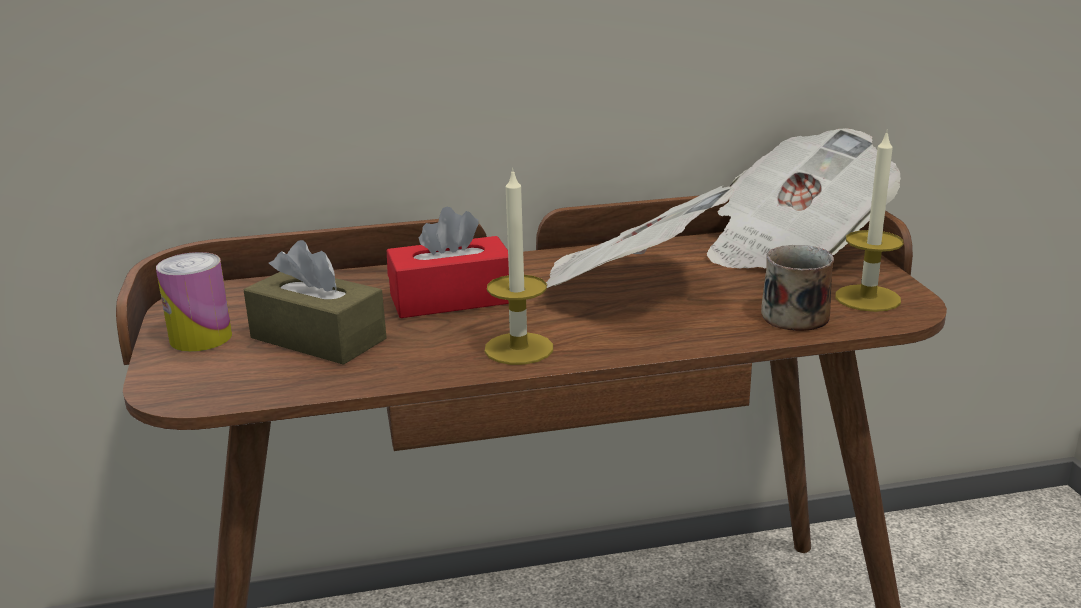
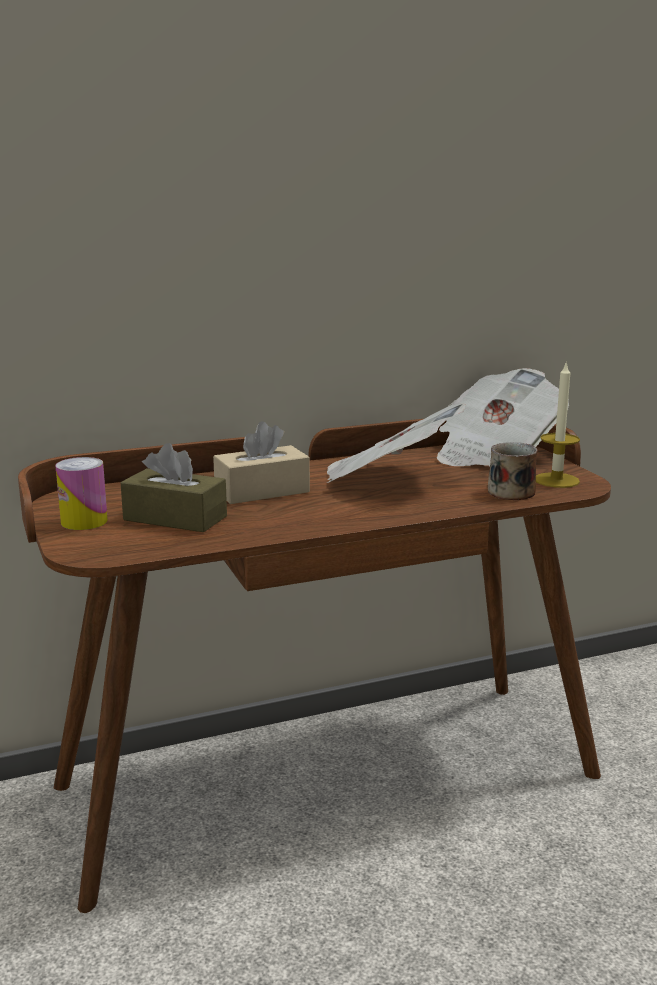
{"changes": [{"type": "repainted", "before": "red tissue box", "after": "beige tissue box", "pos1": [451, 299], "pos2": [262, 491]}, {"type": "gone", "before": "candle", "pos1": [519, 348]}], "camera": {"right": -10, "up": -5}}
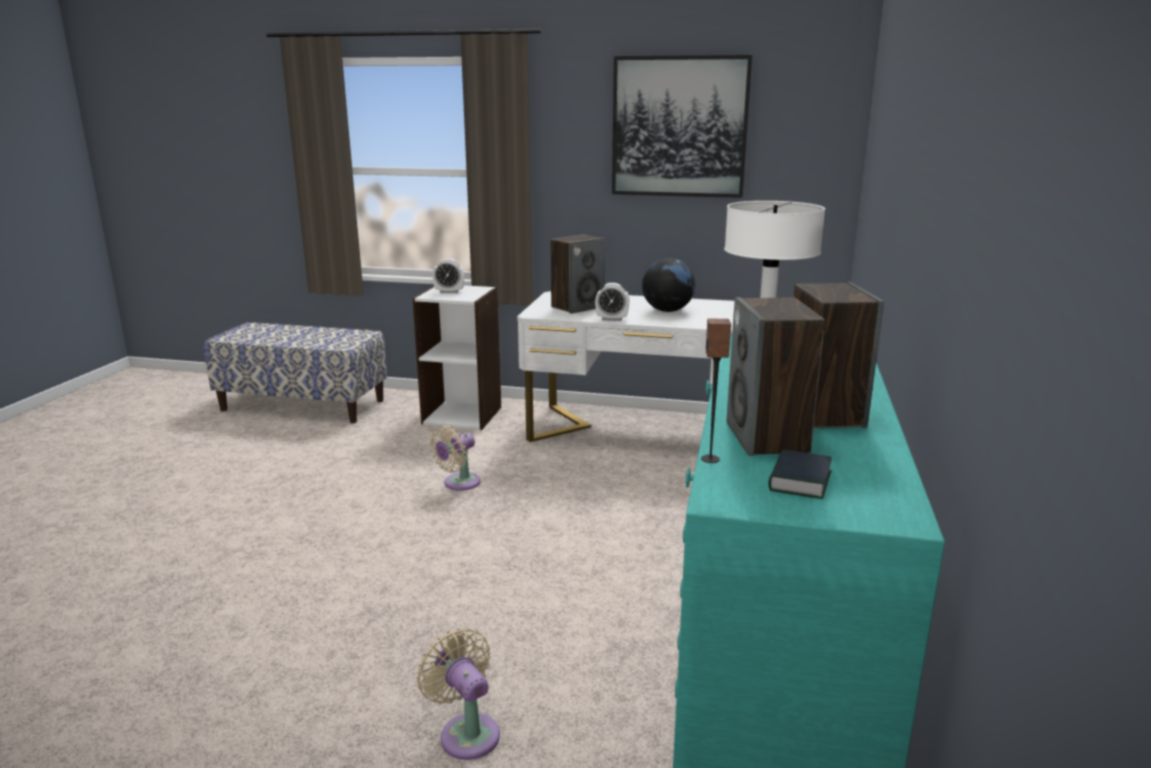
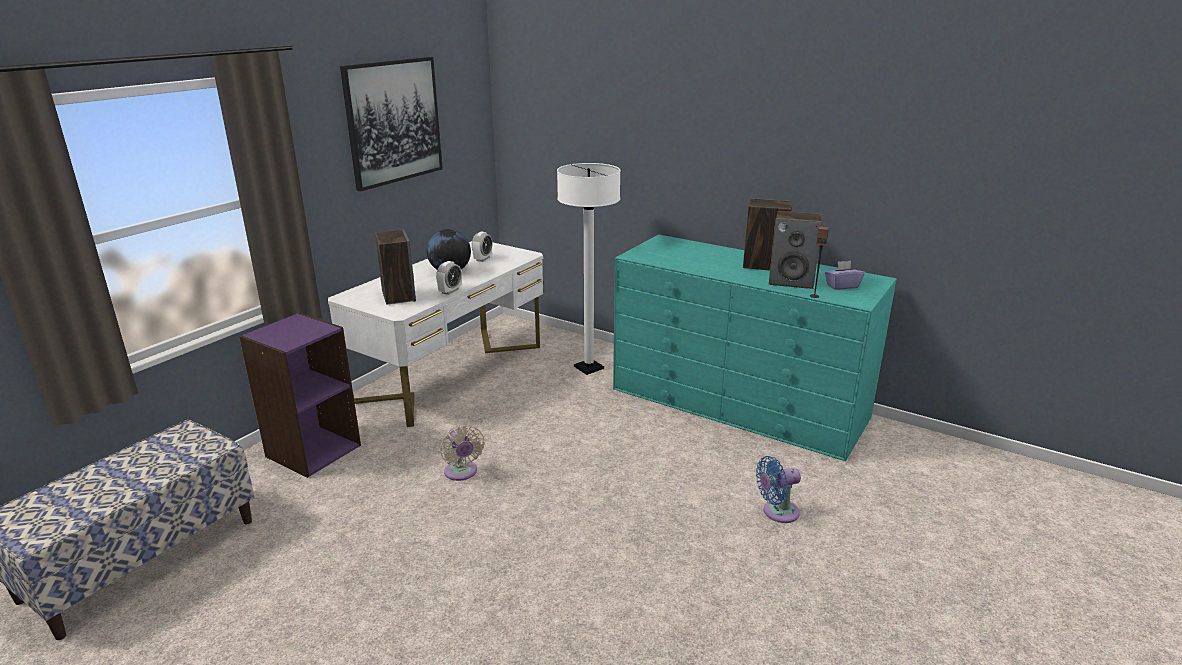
{"changes": [{"type": "repainted", "before": "white bookcase", "after": "purple bookcase", "pos1": [462, 415], "pos2": [313, 450]}, {"type": "repainted", "before": "beige fan", "after": "blue fan", "pos1": [467, 732], "pos2": [777, 512]}, {"type": "shifted", "before": "alarm clock", "pos1": [449, 292], "pos2": [483, 259]}, {"type": "swapped", "before": "book", "after": "purple tissue box", "pos1": [799, 481], "pos2": [842, 286]}], "camera": {"right": -70, "up": 5}}
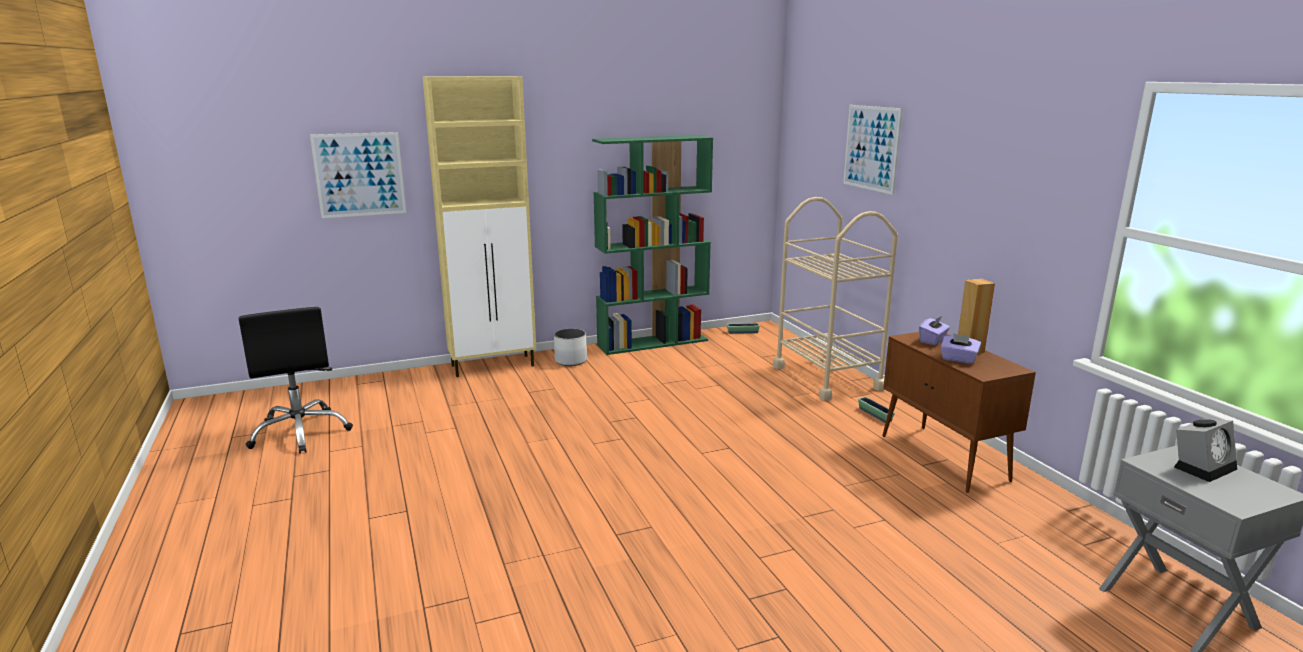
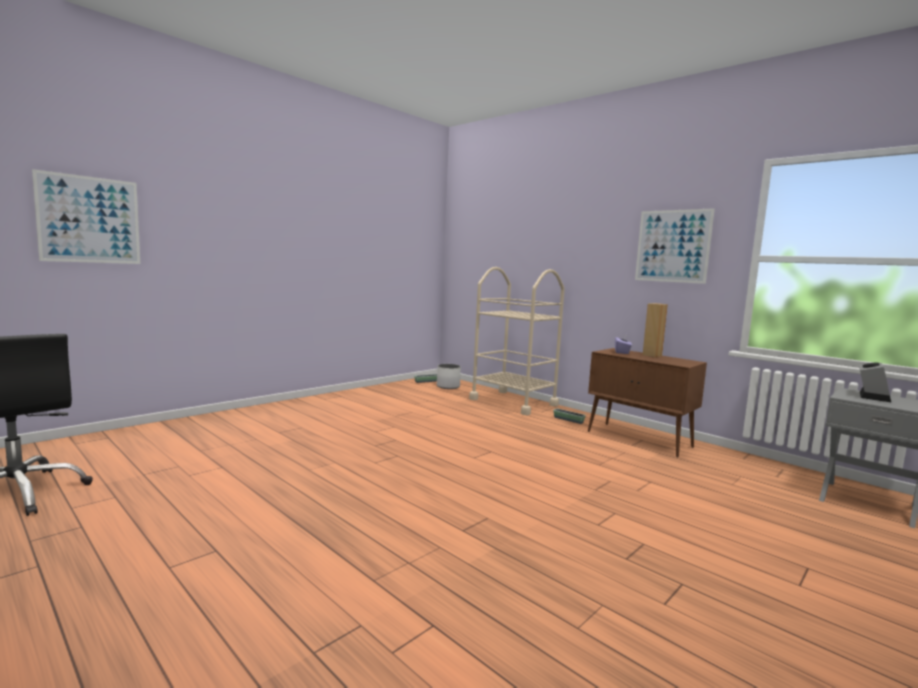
{"changes": [{"type": "gone", "before": "beige cabinet", "pos1": [494, 366]}, {"type": "shifted", "before": "white planter", "pos1": [571, 361], "pos2": [448, 386]}, {"type": "gone", "before": "green bookcase", "pos1": [653, 342]}, {"type": "shifted", "before": "picture", "pos1": [871, 148], "pos2": [672, 246]}, {"type": "gone", "before": "purple tissue box", "pos1": [958, 359]}], "camera": {"right": -25, "up": -10}}
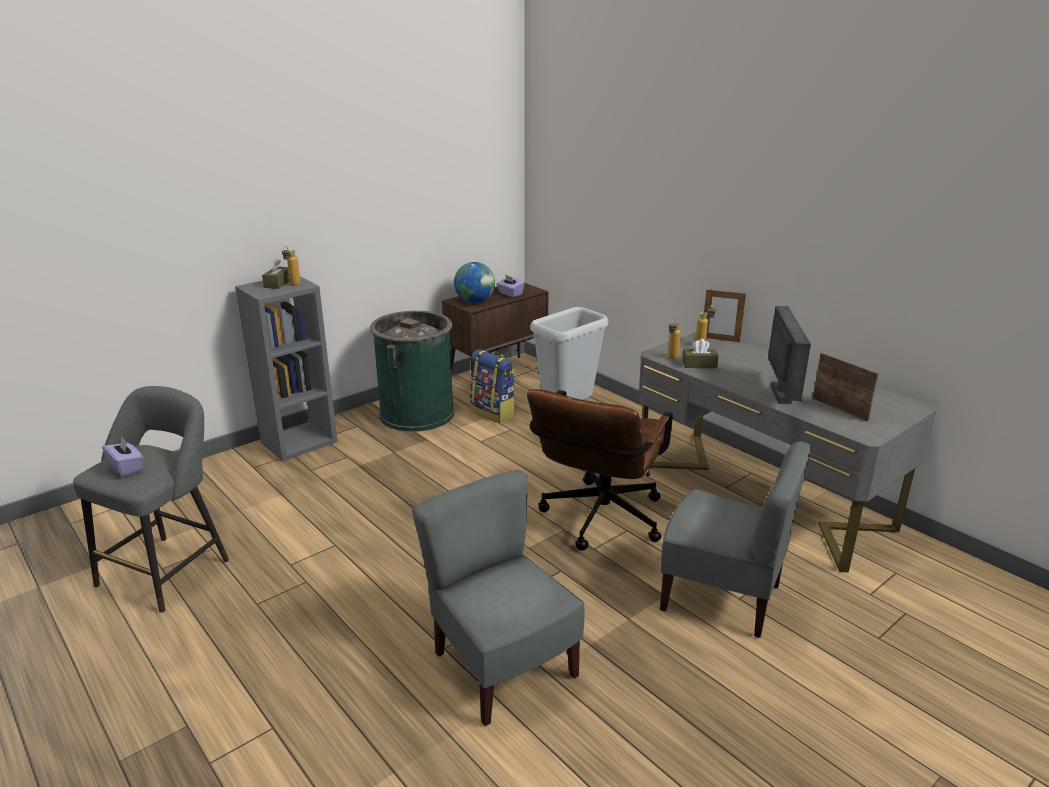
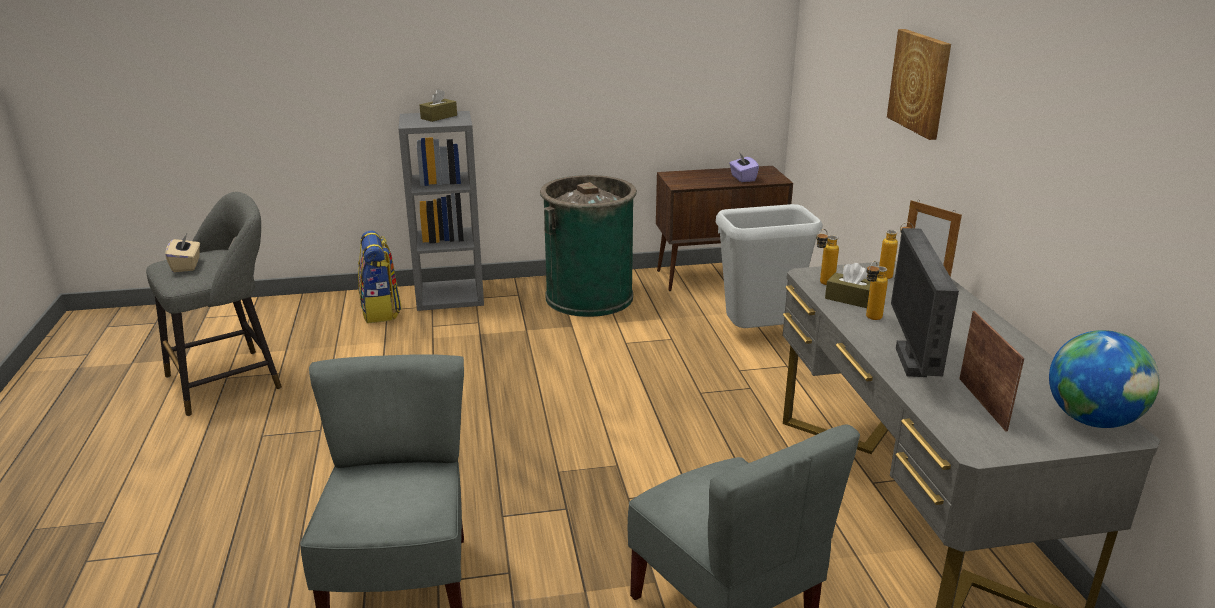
{"changes": [{"type": "repainted", "before": "purple tissue box", "after": "beige tissue box", "pos1": [126, 468], "pos2": [187, 265]}, {"type": "shifted", "before": "bottle", "pos1": [293, 285], "pos2": [870, 319]}, {"type": "shifted", "before": "globe", "pos1": [475, 302], "pos2": [1091, 420]}, {"type": "shifted", "before": "backpack", "pos1": [494, 413], "pos2": [381, 311]}, {"type": "gone", "before": "brown office chair", "pos1": [598, 522]}, {"type": "rotated", "before": "monitor", "pos1": [779, 395], "pos2": [913, 362], "turn": 150}, {"type": "new", "after": "picture", "pos2": [920, 82]}], "camera": {"right": 30, "up": 0}}
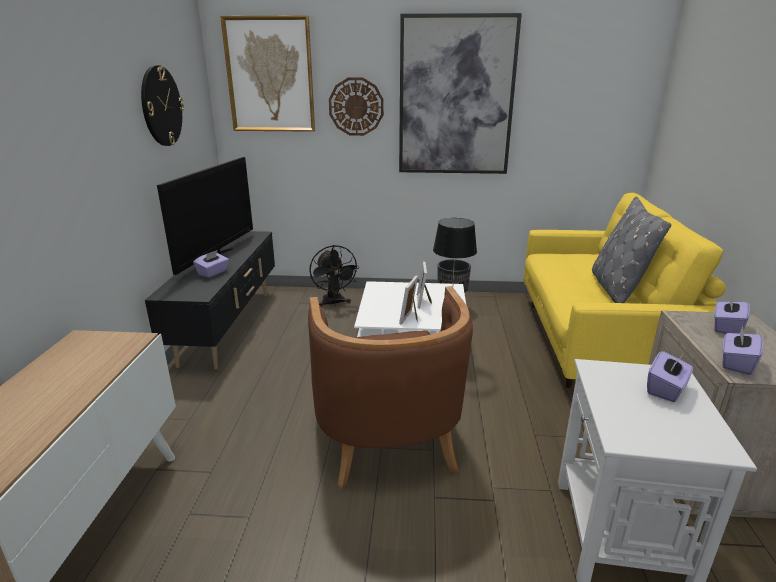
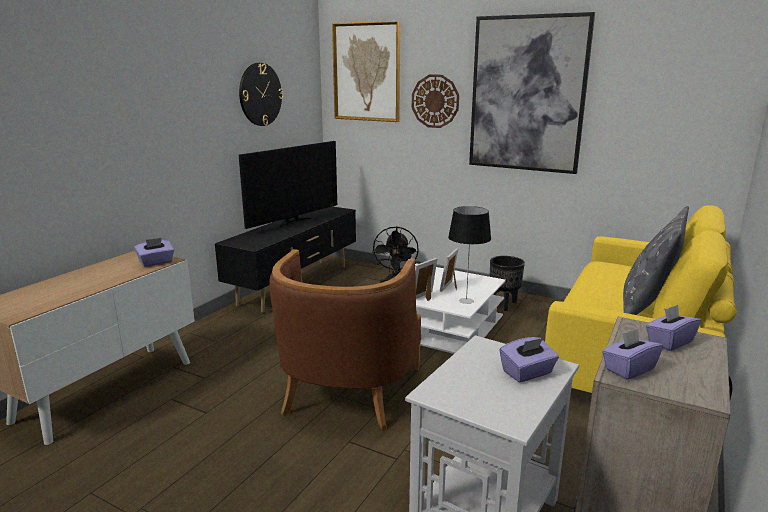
{"changes": [{"type": "shifted", "before": "purple tissue box", "pos1": [213, 273], "pos2": [156, 262]}], "camera": {"right": 25, "up": -5}}
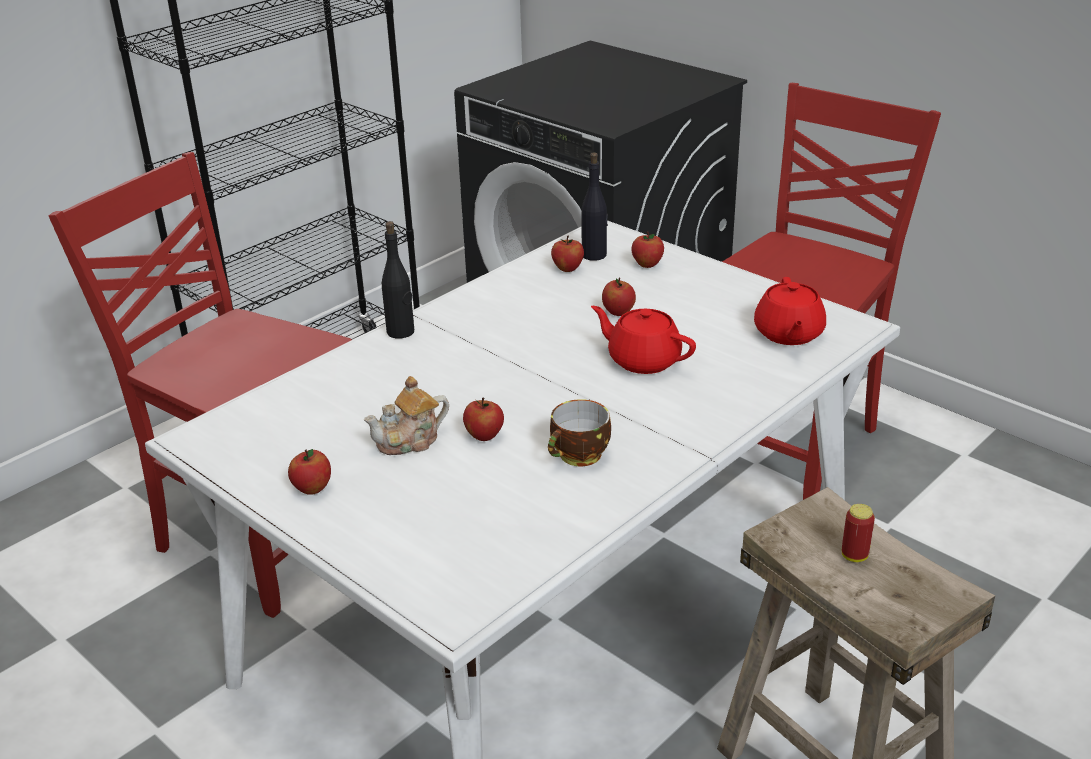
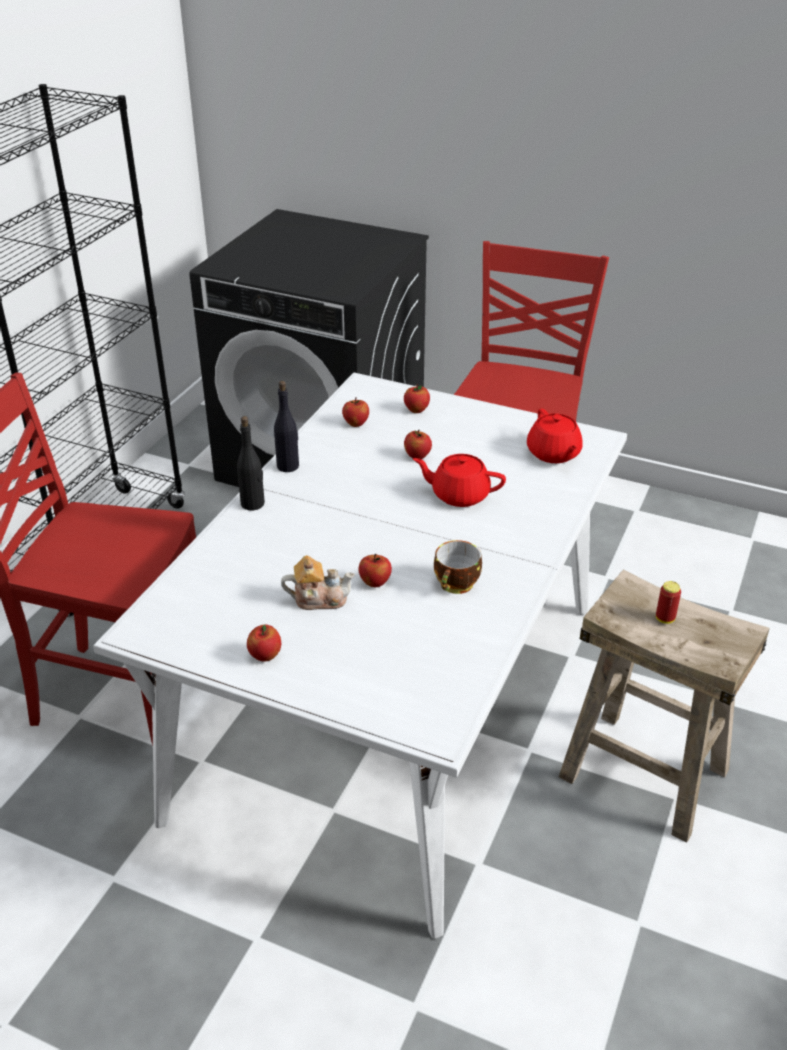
{"changes": [{"type": "rotated", "before": "teapot", "pos1": [410, 441], "pos2": [319, 599], "turn": -135}, {"type": "shifted", "before": "black bottle", "pos1": [594, 255], "pos2": [288, 466]}], "camera": {"right": -20, "up": 5}}
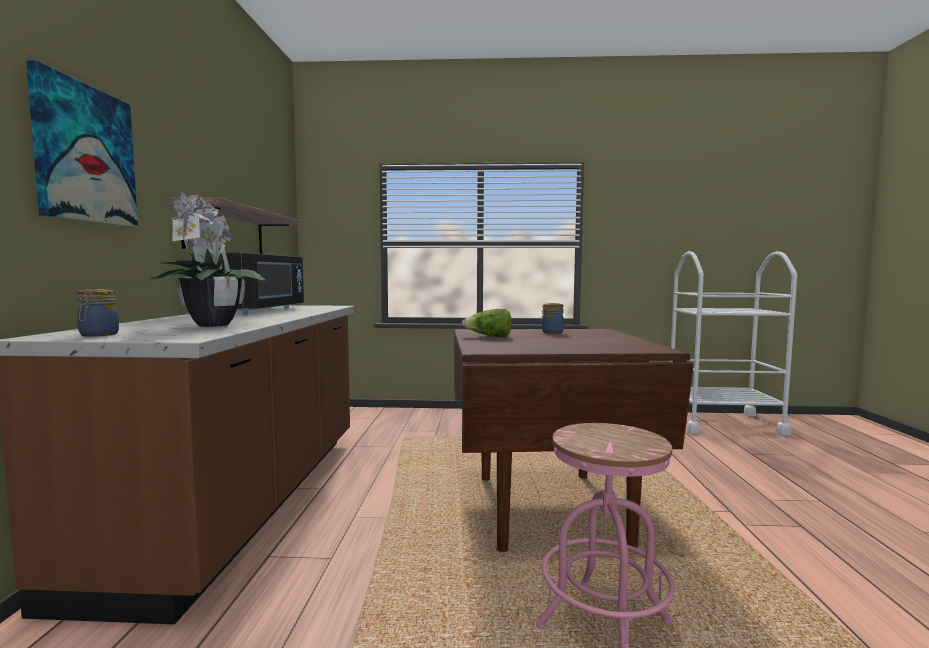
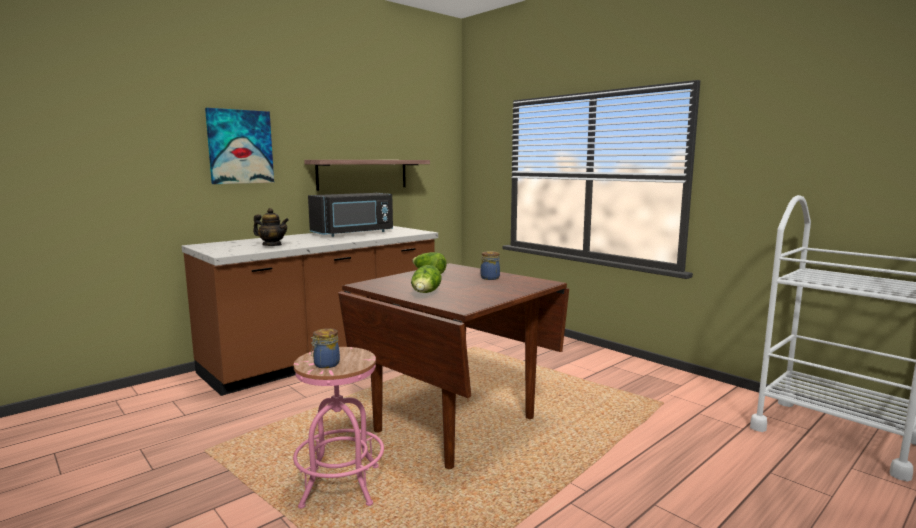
{"changes": [{"type": "shifted", "before": "jar", "pos1": [98, 335], "pos2": [325, 364]}, {"type": "swapped", "before": "potted plant", "after": "teapot", "pos1": [210, 325], "pos2": [272, 245]}, {"type": "new", "after": "lettuce", "pos2": [425, 294]}], "camera": {"right": 45, "up": 5}}
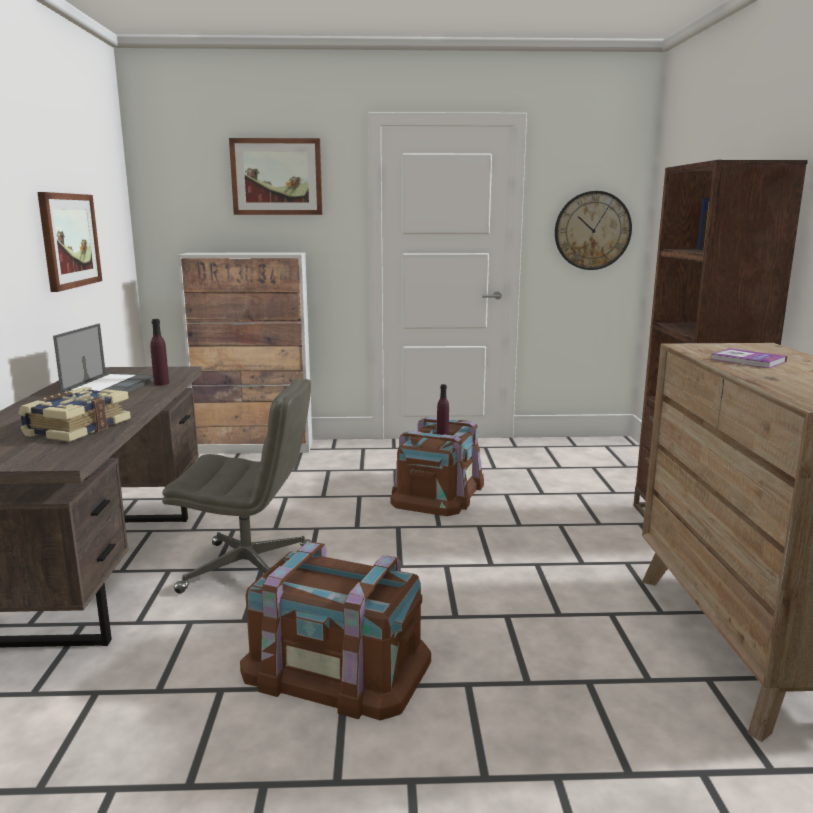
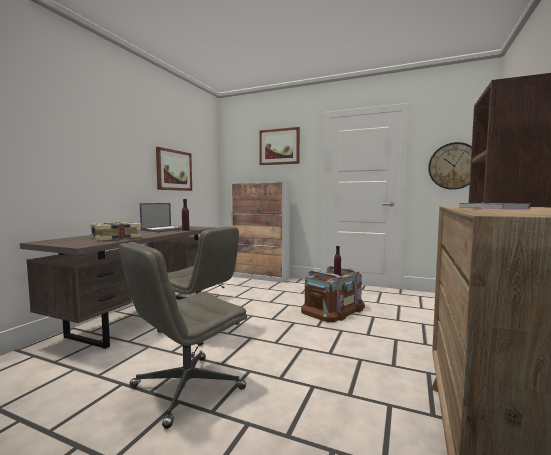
{"changes": [{"type": "swapped", "before": "brown storage box", "after": "grey office chair", "pos1": [336, 667], "pos2": [186, 388]}], "camera": {"right": 25, "up": -10}}
